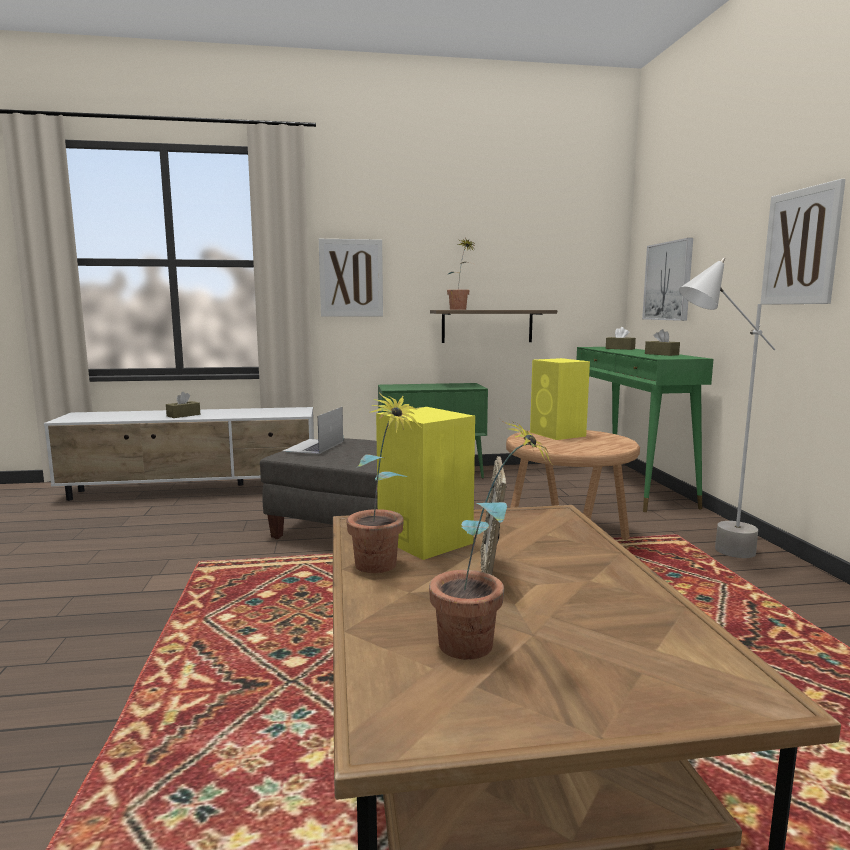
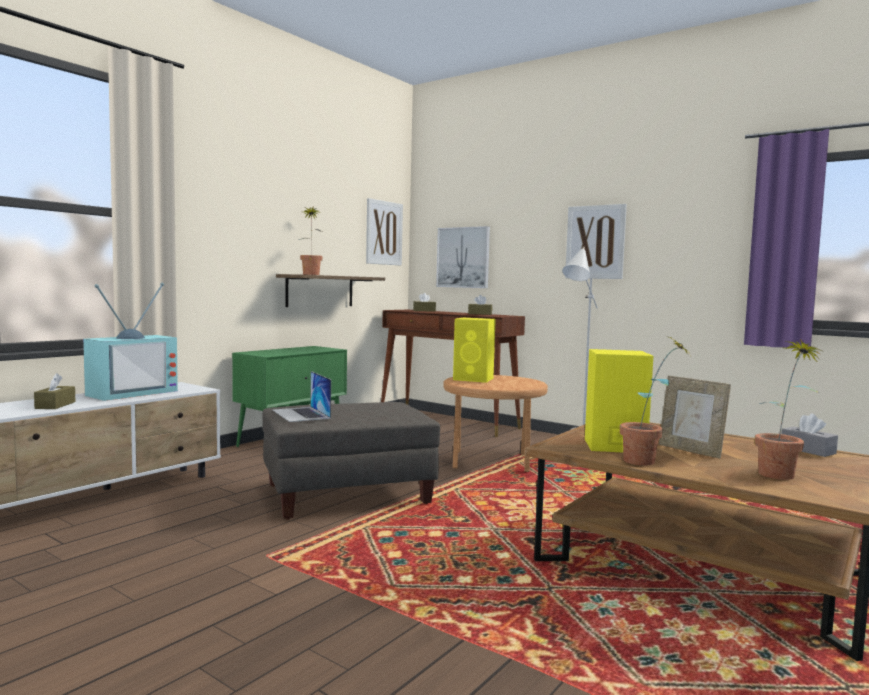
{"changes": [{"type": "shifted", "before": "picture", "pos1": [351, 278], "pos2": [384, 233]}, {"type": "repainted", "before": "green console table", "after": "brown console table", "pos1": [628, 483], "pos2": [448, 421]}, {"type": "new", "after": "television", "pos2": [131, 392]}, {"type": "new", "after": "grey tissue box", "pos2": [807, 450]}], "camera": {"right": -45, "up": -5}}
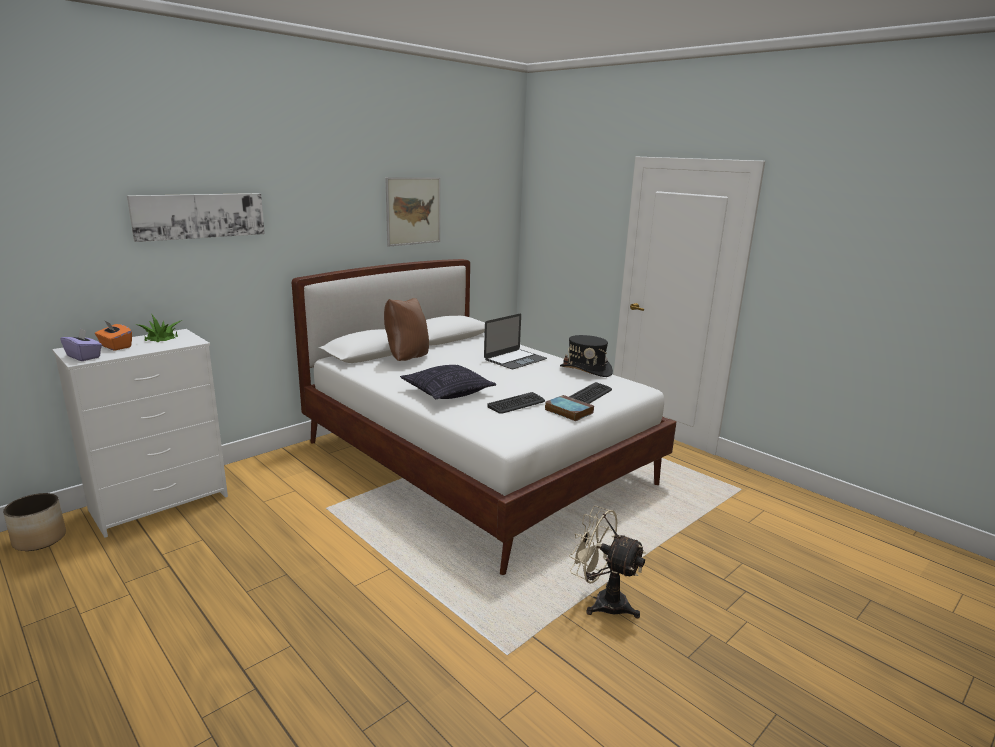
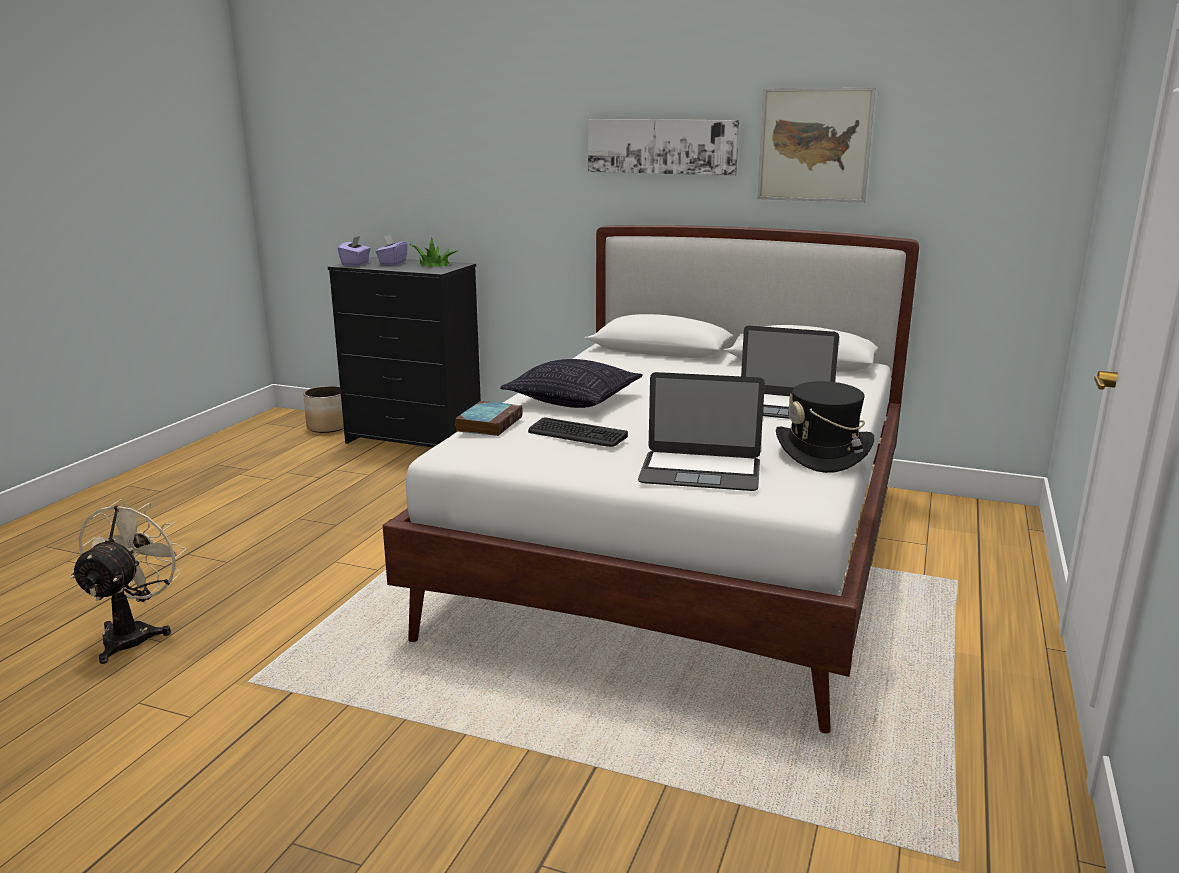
{"changes": [{"type": "repainted", "before": "white dresser", "after": "black dresser", "pos1": [161, 502], "pos2": [415, 440]}, {"type": "repainted", "before": "orange tissue box", "after": "purple tissue box", "pos1": [115, 346], "pos2": [392, 263]}, {"type": "shifted", "before": "picture", "pos1": [199, 215], "pos2": [662, 146]}, {"type": "gone", "before": "brown pillow", "pos1": [406, 359]}, {"type": "shifted", "before": "book", "pos1": [567, 411], "pos2": [489, 423]}, {"type": "swapped", "before": "keyboard", "after": "laptop", "pos1": [591, 394], "pos2": [700, 471]}, {"type": "shifted", "before": "beige fan", "pos1": [602, 601], "pos2": [135, 634]}], "camera": {"right": 65, "up": 0}}
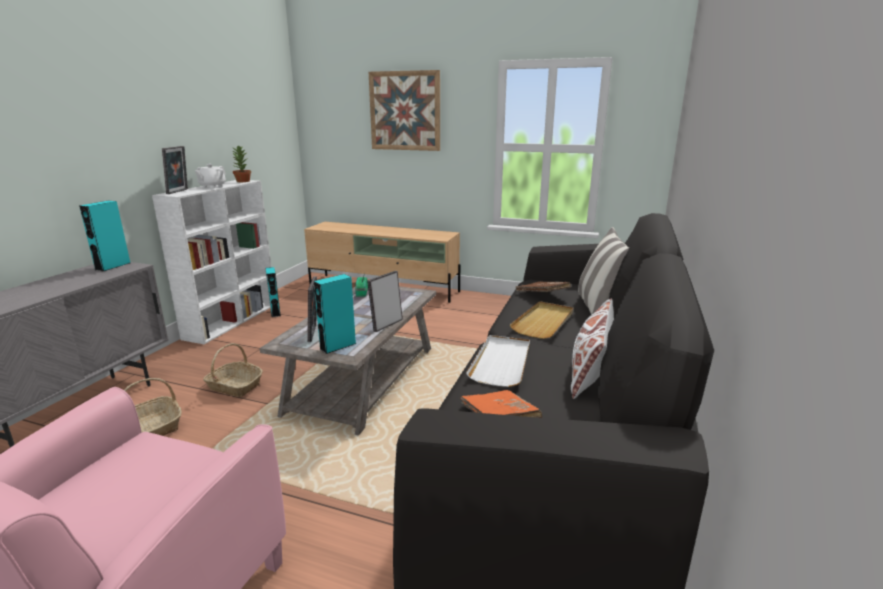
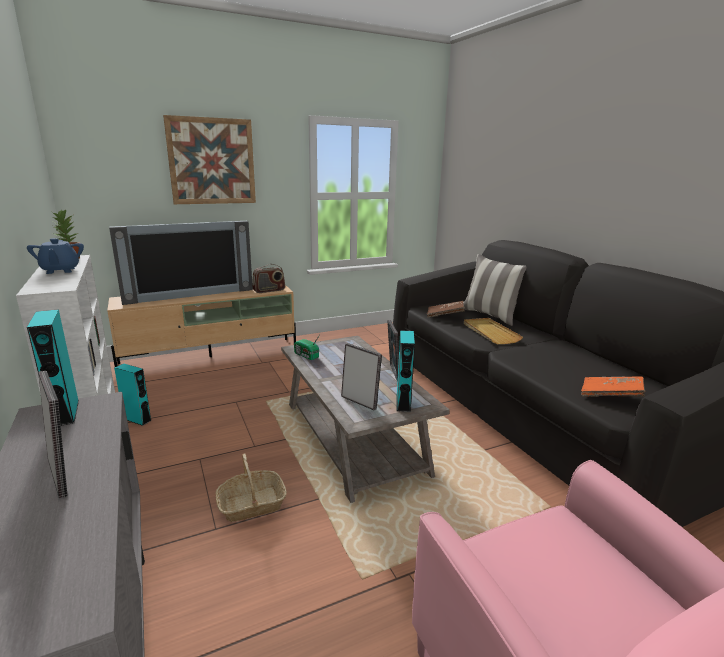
{"changes": [{"type": "gone", "before": "basket", "pos1": [154, 426]}, {"type": "shifted", "before": "picture frame", "pos1": [179, 191], "pos2": [63, 475]}, {"type": "repainted", "before": "white teapot", "after": "blue teapot", "pos1": [212, 186], "pos2": [60, 270]}, {"type": "gone", "before": "white tray", "pos1": [501, 362]}, {"type": "gone", "before": "white pillow", "pos1": [590, 369]}, {"type": "new", "after": "television", "pos2": [190, 295]}, {"type": "new", "after": "radio", "pos2": [269, 290]}], "camera": {"right": -45, "up": 0}}
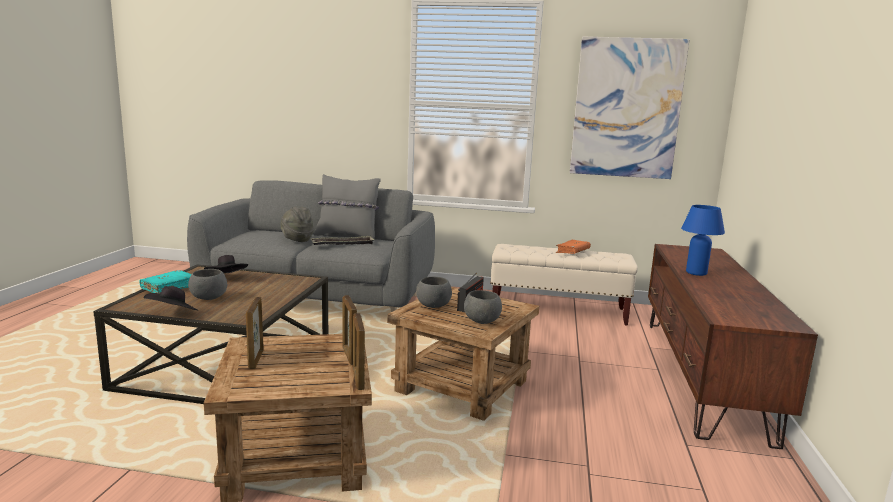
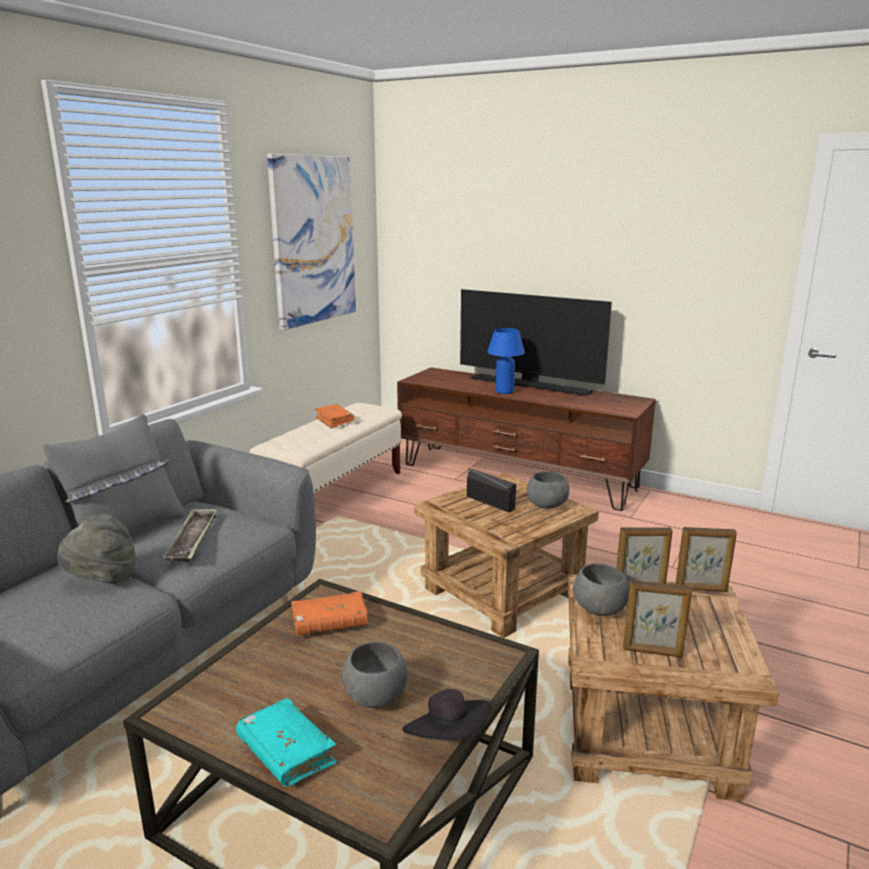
{"changes": [{"type": "gone", "before": "black hat", "pos1": [227, 278]}, {"type": "shifted", "before": "grey bowl", "pos1": [433, 306], "pos2": [598, 610]}, {"type": "new", "after": "orange book", "pos2": [330, 623]}, {"type": "new", "after": "television", "pos2": [530, 385]}], "camera": {"right": -70, "up": 5}}
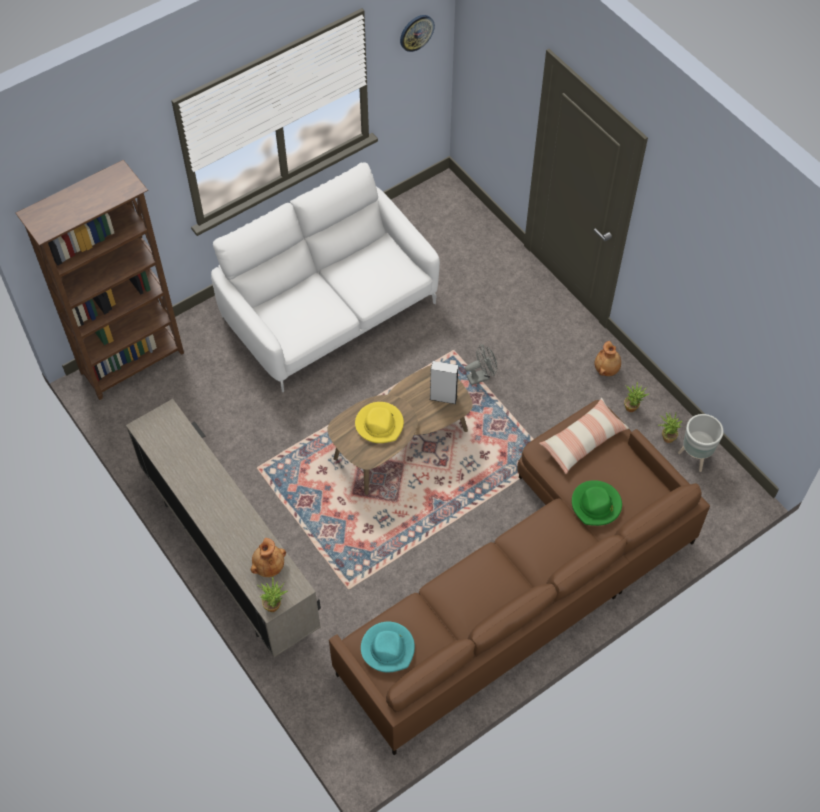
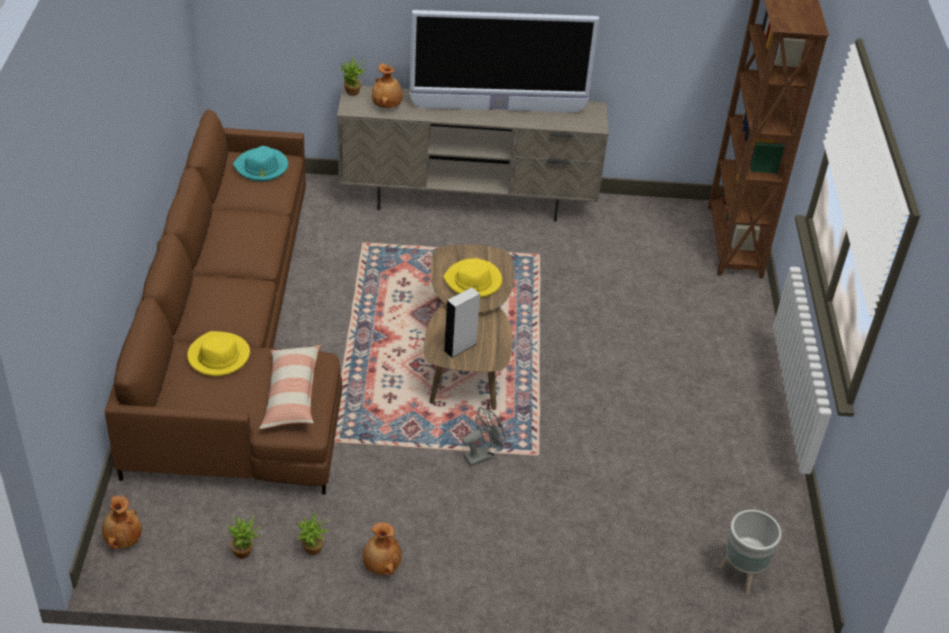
{"changes": [{"type": "gone", "before": "white sofa", "pos1": [329, 310]}, {"type": "gone", "before": "wall clock", "pos1": [416, 32]}, {"type": "rotated", "before": "grey fan", "pos1": [481, 376], "pos2": [482, 455], "turn": -135}, {"type": "repainted", "before": "green hat", "after": "yellow hat", "pos1": [596, 505], "pos2": [218, 357]}, {"type": "shifted", "before": "grey planter", "pos1": [695, 457], "pos2": [741, 576]}, {"type": "new", "after": "brown vase", "pos2": [123, 539]}, {"type": "new", "after": "television", "pos2": [498, 109]}], "camera": {"right": 125, "up": -15}}
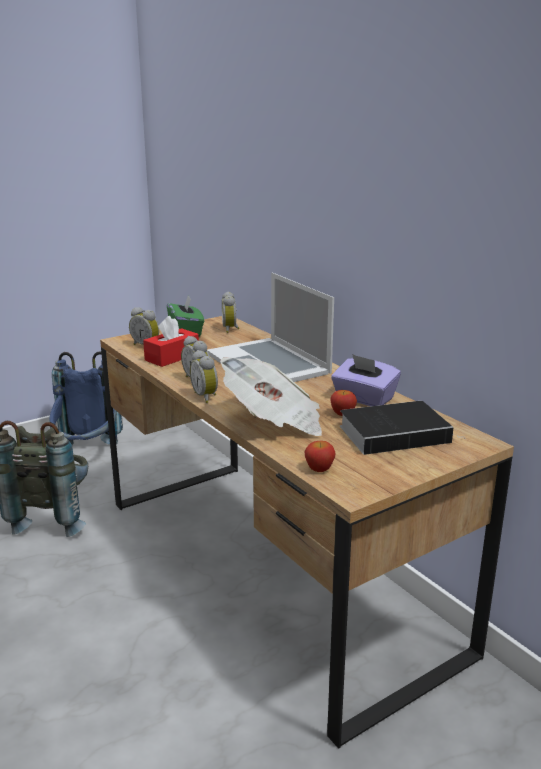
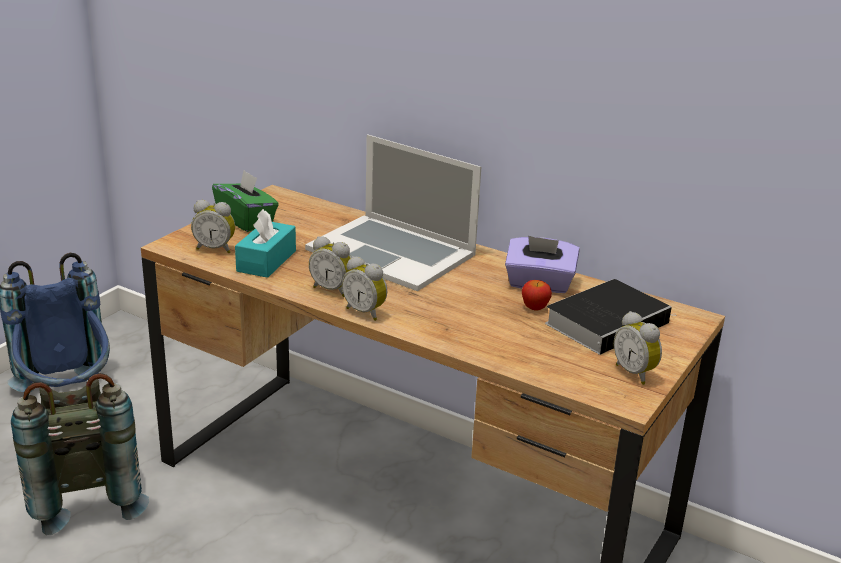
{"changes": [{"type": "repainted", "before": "red tissue box", "after": "turquoise tissue box", "pos1": [172, 357], "pos2": [266, 261]}, {"type": "gone", "before": "newspaper", "pos1": [274, 422]}, {"type": "shifted", "before": "alarm clock", "pos1": [231, 329], "pos2": [635, 373]}, {"type": "gone", "before": "apple", "pos1": [319, 469]}], "camera": {"right": -25, "up": 5}}
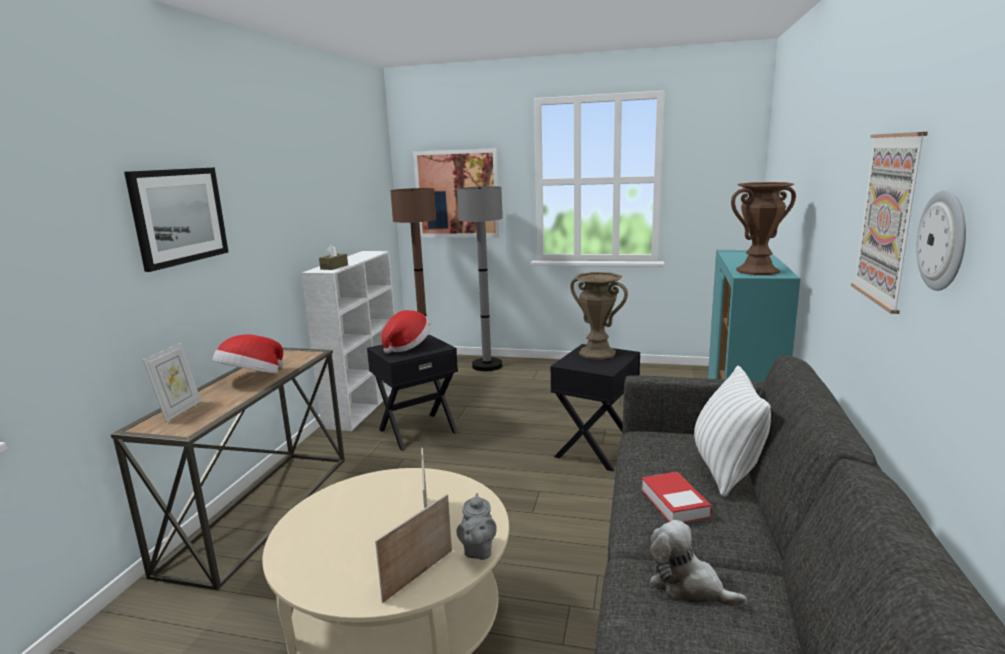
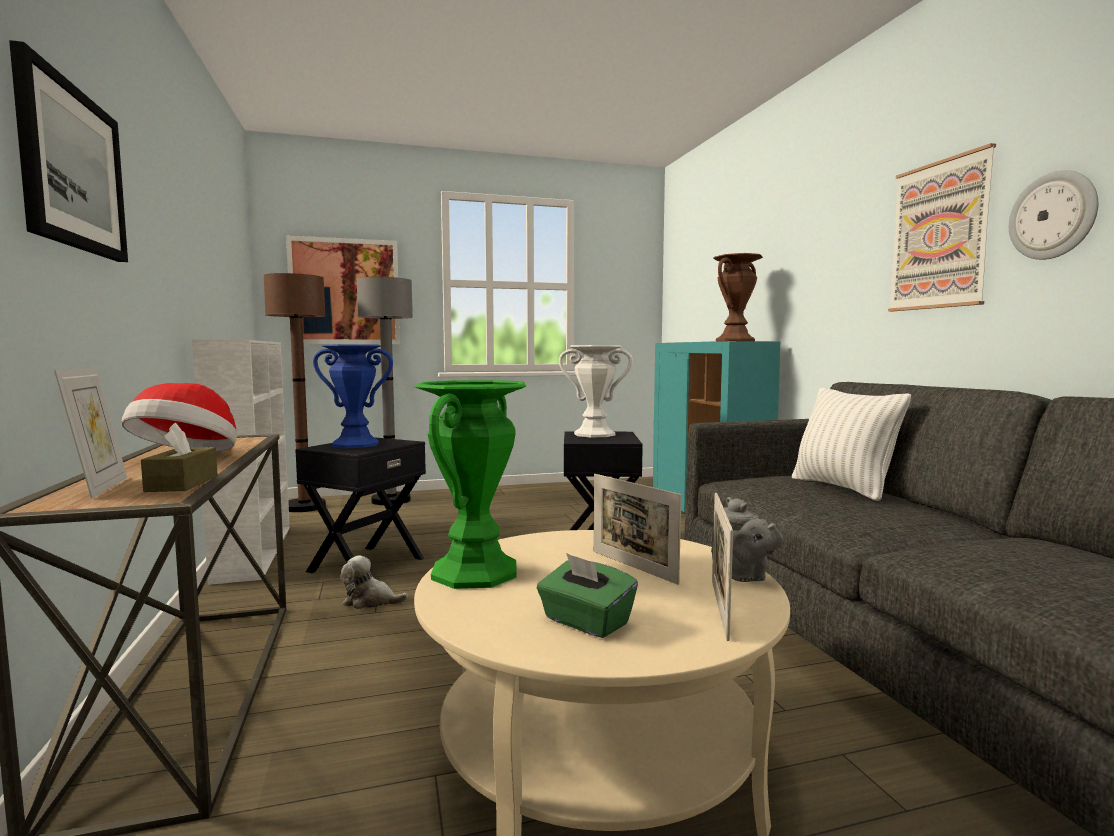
{"changes": [{"type": "shifted", "before": "brown tissue box", "pos1": [334, 267], "pos2": [182, 483]}, {"type": "swapped", "before": "hat", "after": "blue vase", "pos1": [407, 346], "pos2": [355, 444]}, {"type": "repainted", "before": "brown vase", "after": "white vase", "pos1": [597, 353], "pos2": [594, 434]}, {"type": "gone", "before": "book", "pos1": [674, 503]}, {"type": "shifted", "before": "plush toy", "pos1": [688, 586], "pos2": [370, 601]}, {"type": "new", "after": "green vase", "pos2": [474, 572]}, {"type": "new", "after": "green tissue box", "pos2": [585, 622]}], "camera": {"right": -30, "up": -10}}
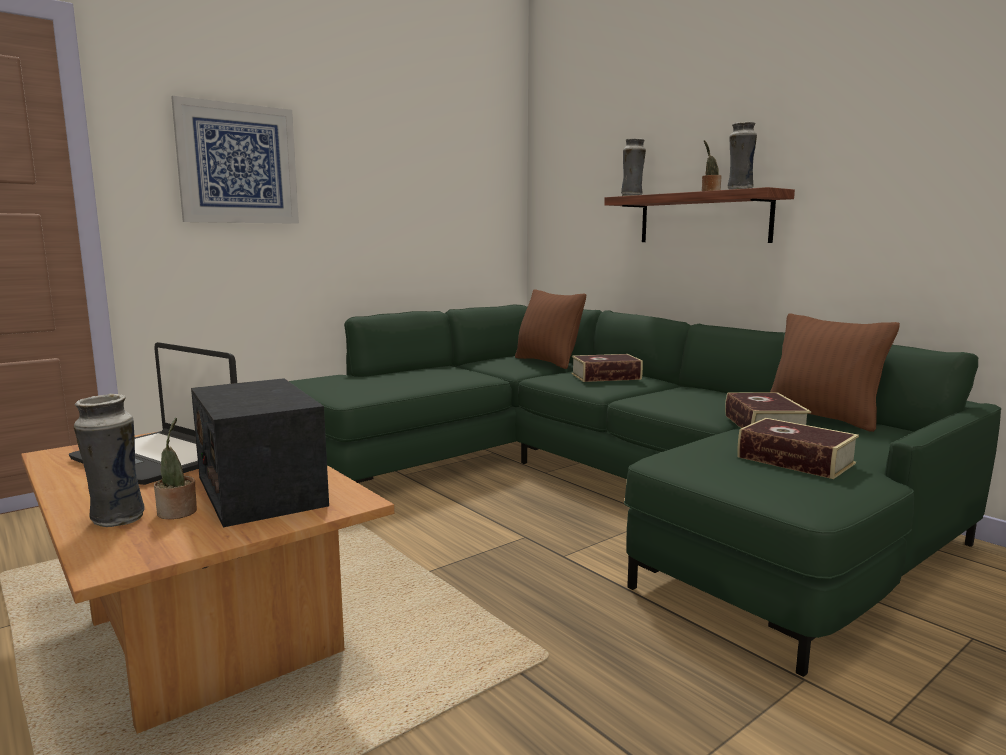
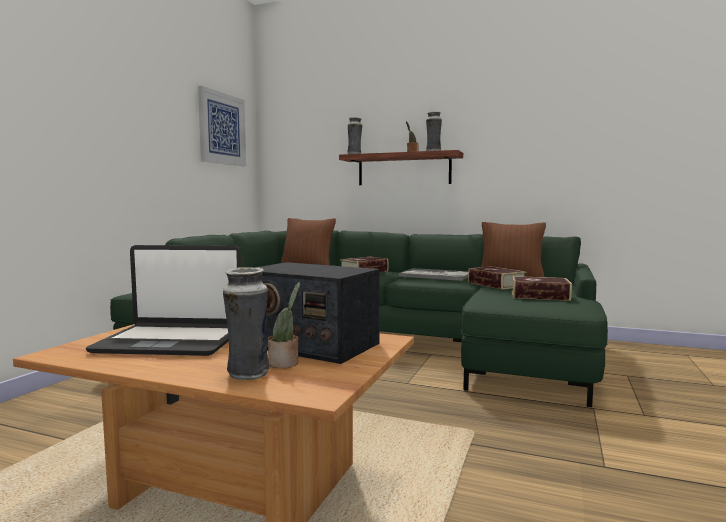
{"changes": [{"type": "shifted", "before": "picture", "pos1": [238, 164], "pos2": [222, 129]}, {"type": "new", "after": "tray", "pos2": [436, 276]}], "camera": {"right": -30, "up": -5}}
